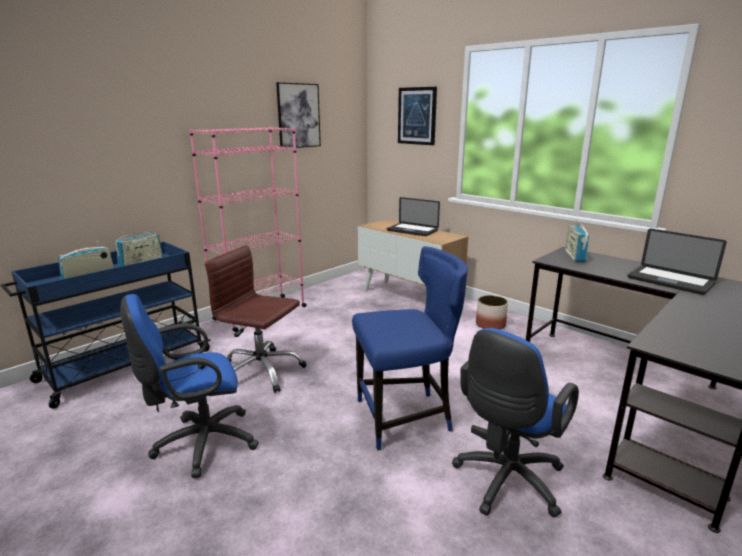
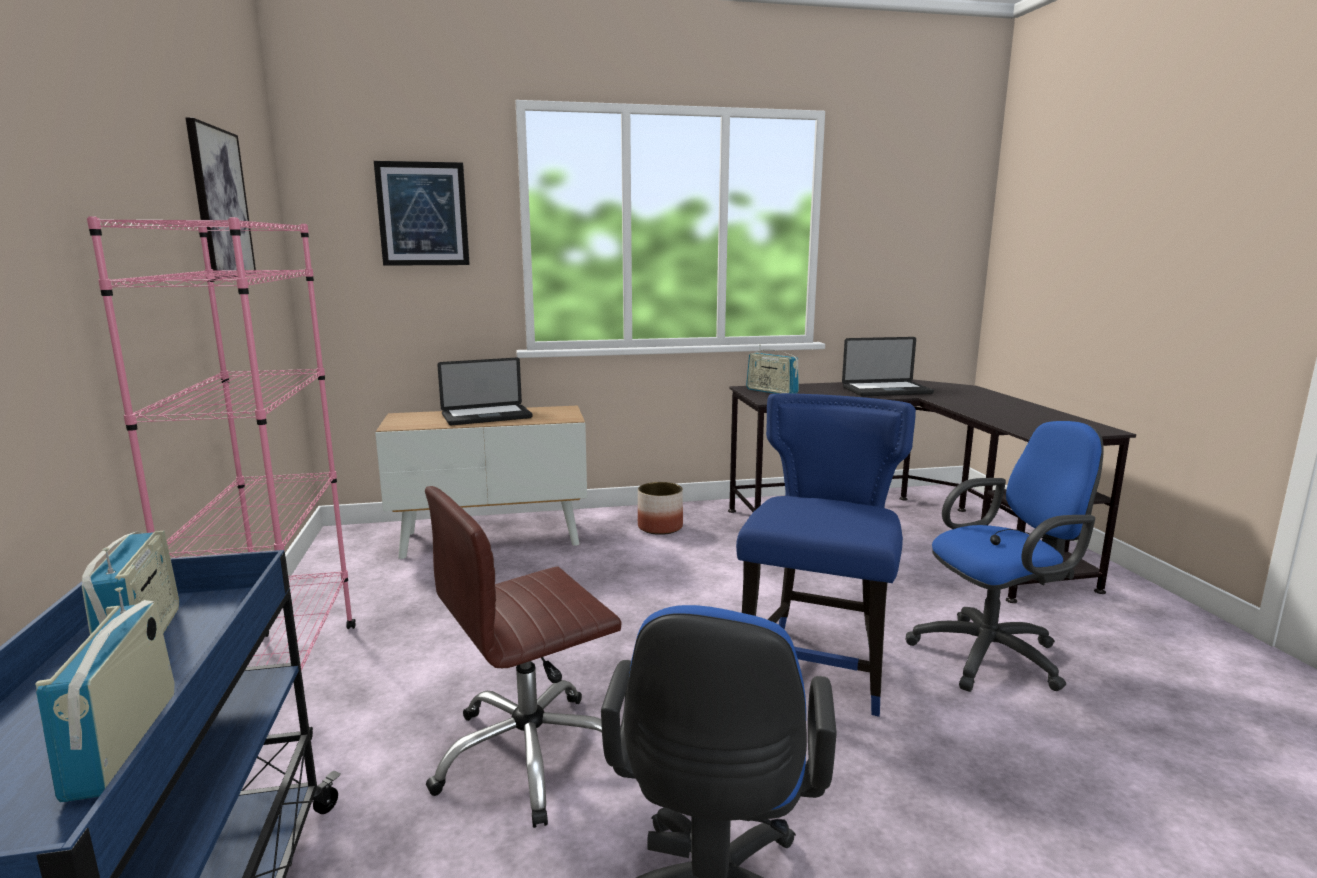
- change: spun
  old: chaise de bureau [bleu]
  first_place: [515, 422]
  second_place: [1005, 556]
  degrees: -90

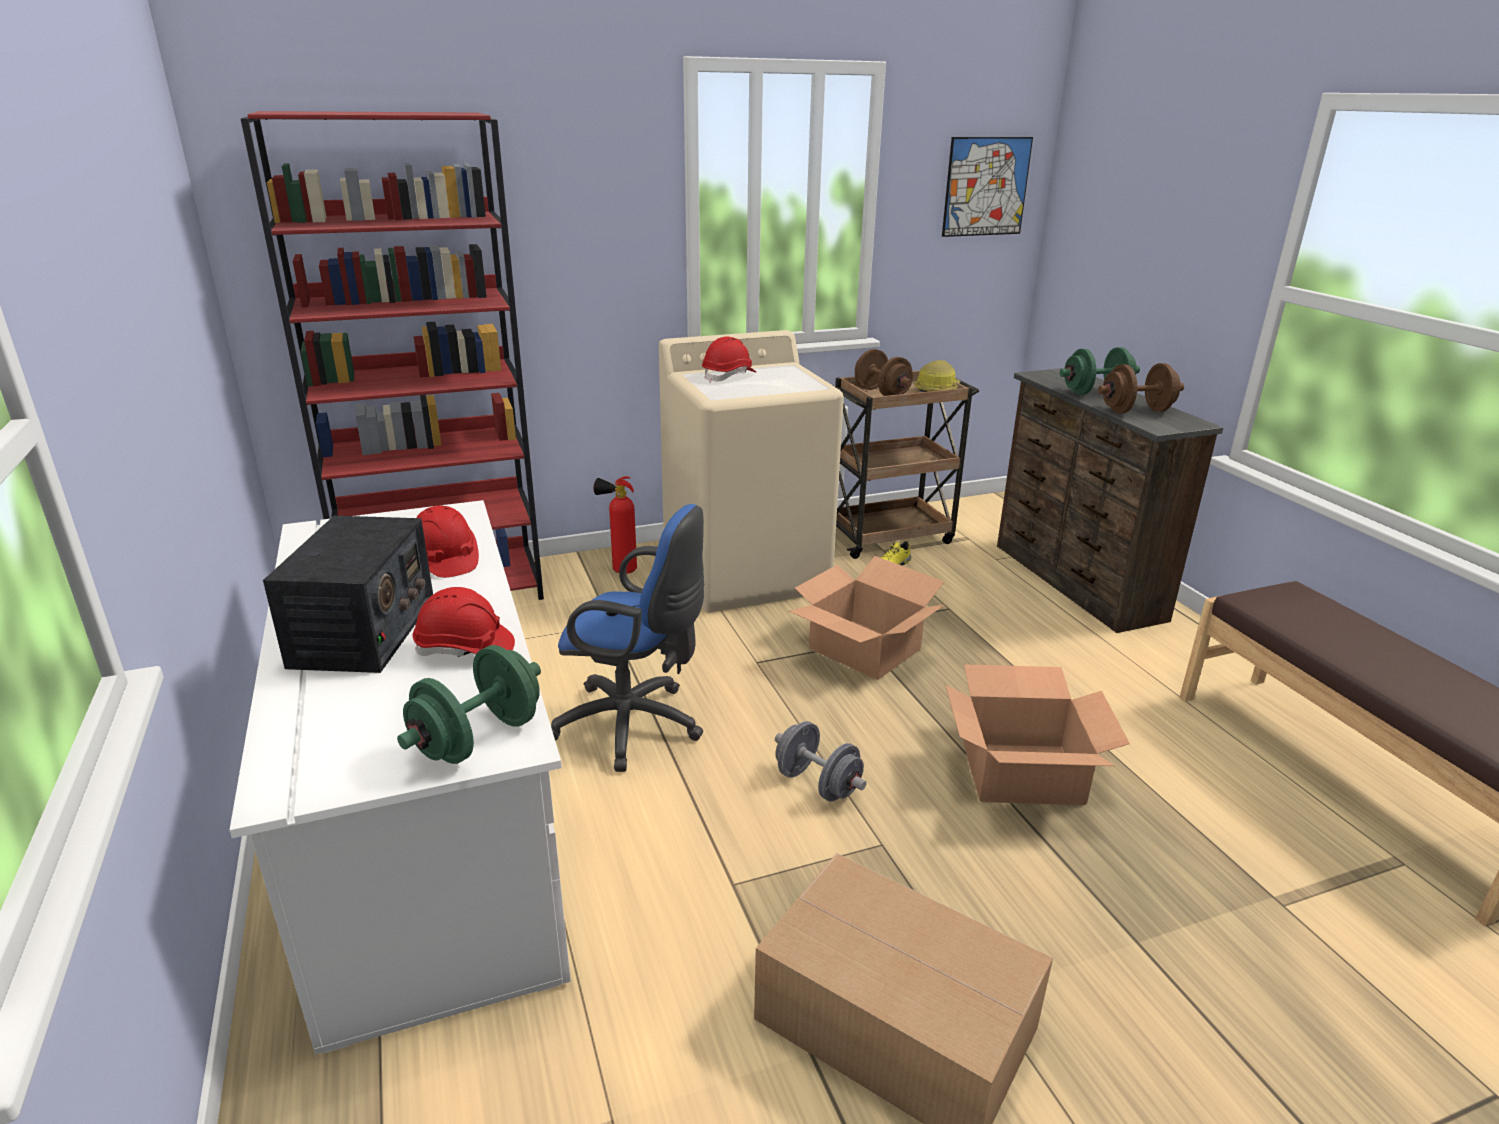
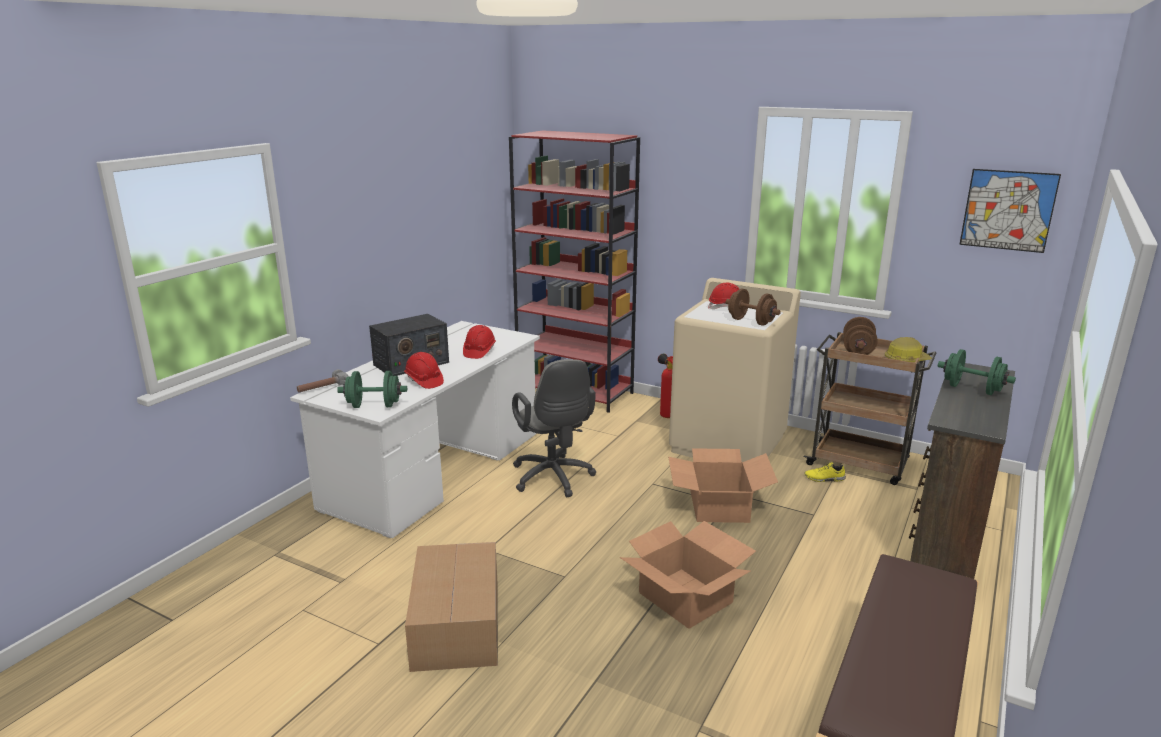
- change: missing
  old: haltère [gris]
  first_place: [821, 761]
- change: appeared
  new: marteau
  second_place: [323, 380]
- change: relocated
  old: haltère [marron]
  first_place: [1141, 388]
  second_place: [753, 307]
- change: colour
  old: chaise de bureau [bleu]
  new: chaise de bureau [gris]
  first_place: [628, 638]
  second_place: [554, 428]

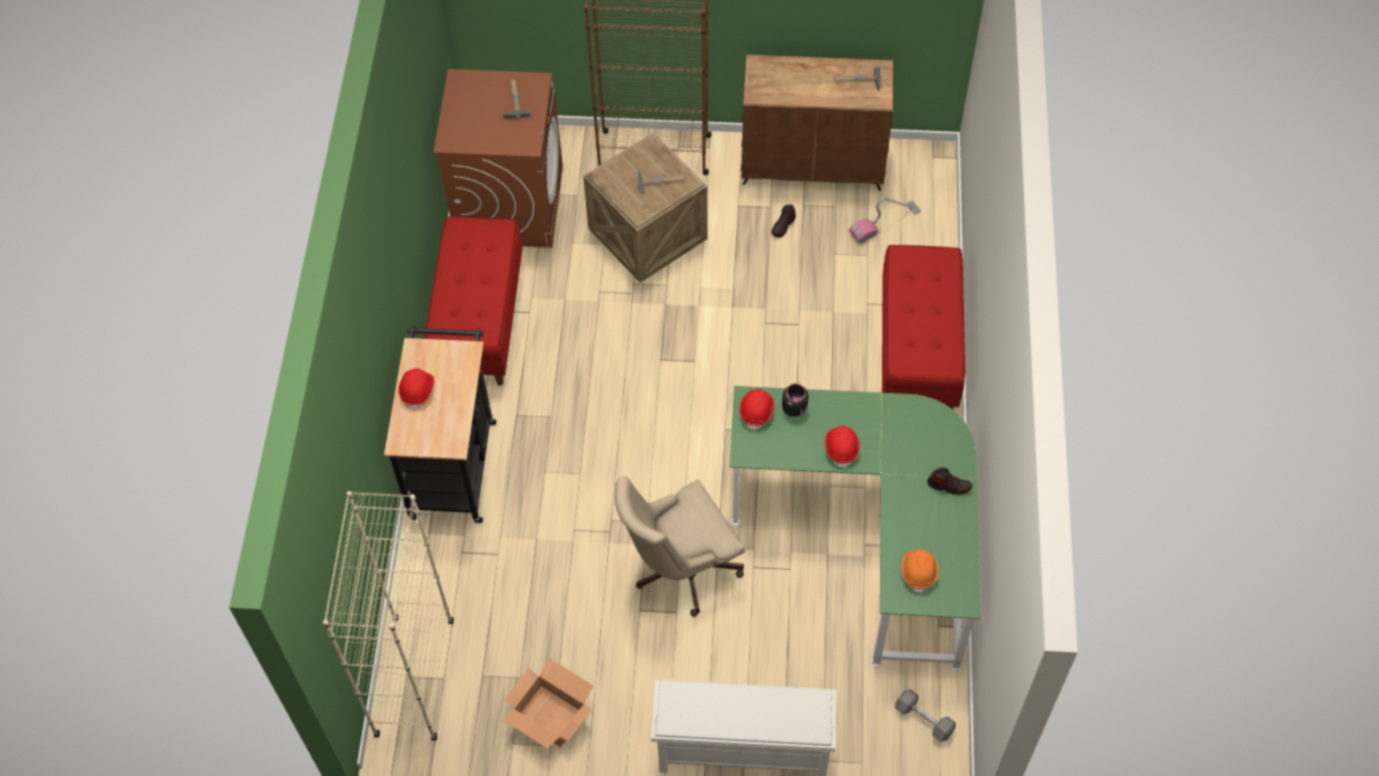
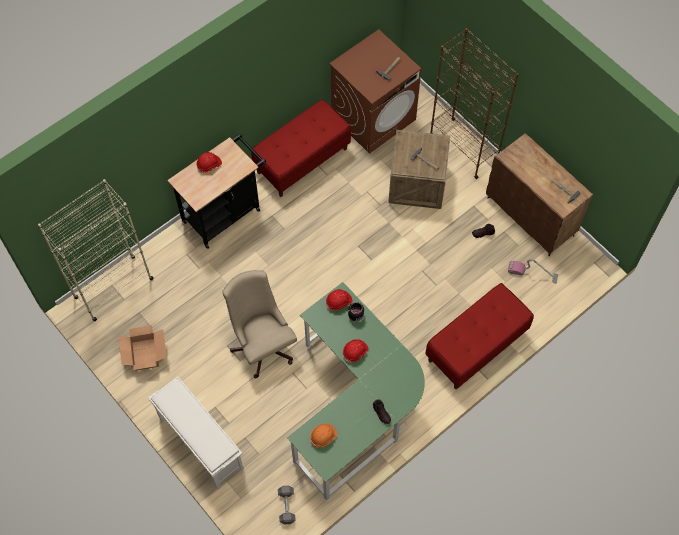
- change: spun
  old: chaise de bureau [beige]
  first_place: [680, 547]
  second_place: [259, 324]
  degrees: 45

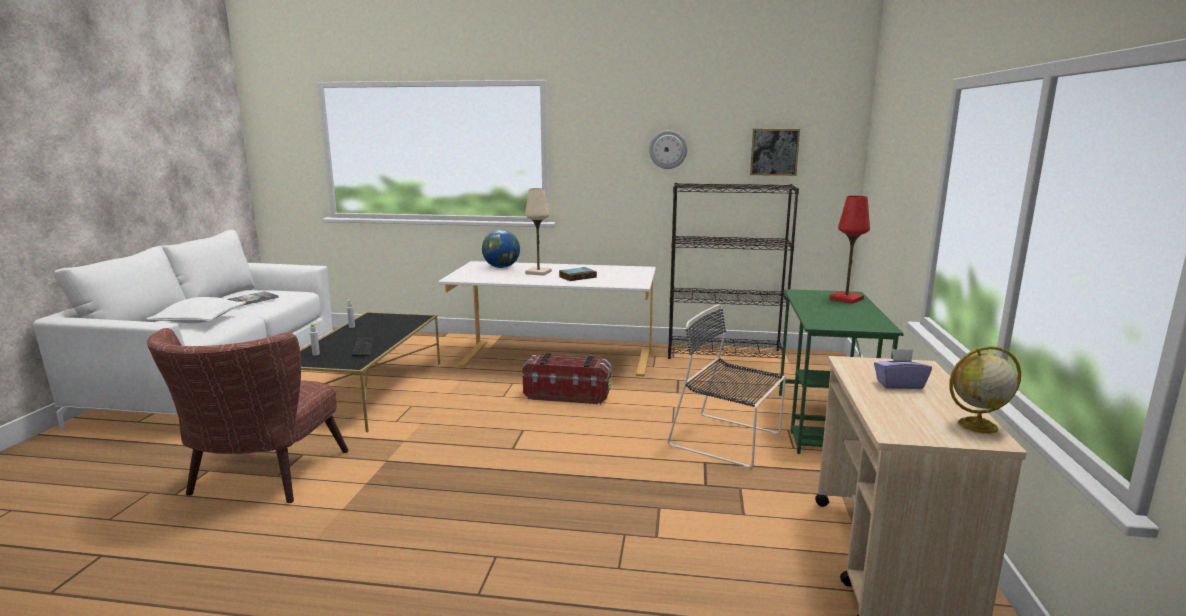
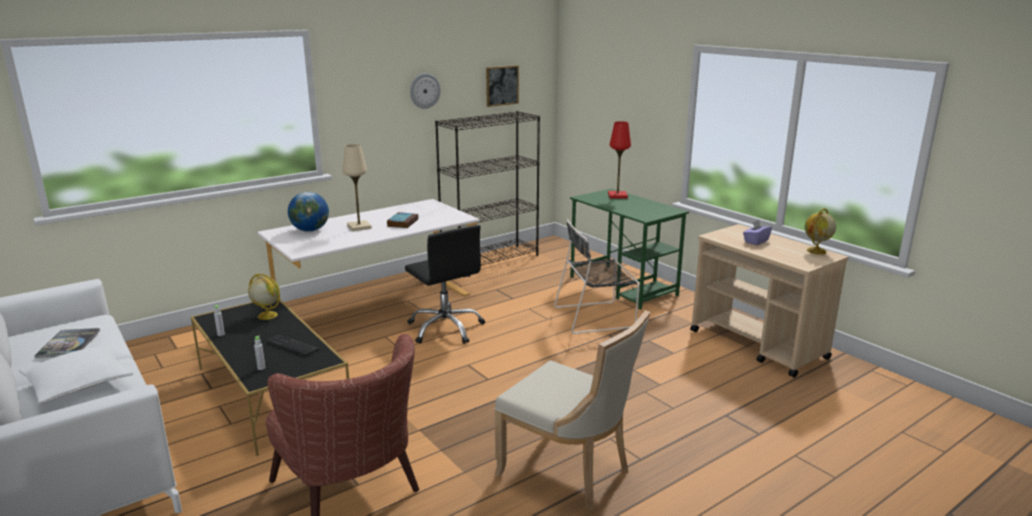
- change: appeared
  new: globe
  second_place: [264, 297]
- change: appeared
  new: chaise [beige]
  second_place: [572, 410]
- change: exchanged
  old: boîte de rangement
  new: chaise de bureau [noir]
  first_place: [567, 378]
  second_place: [445, 284]

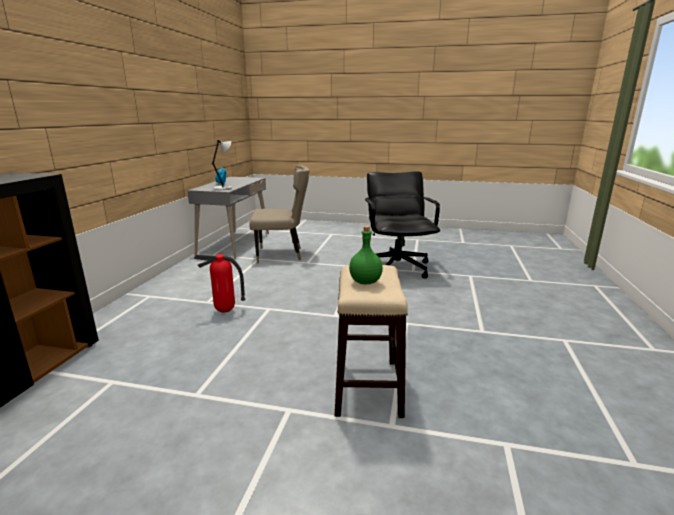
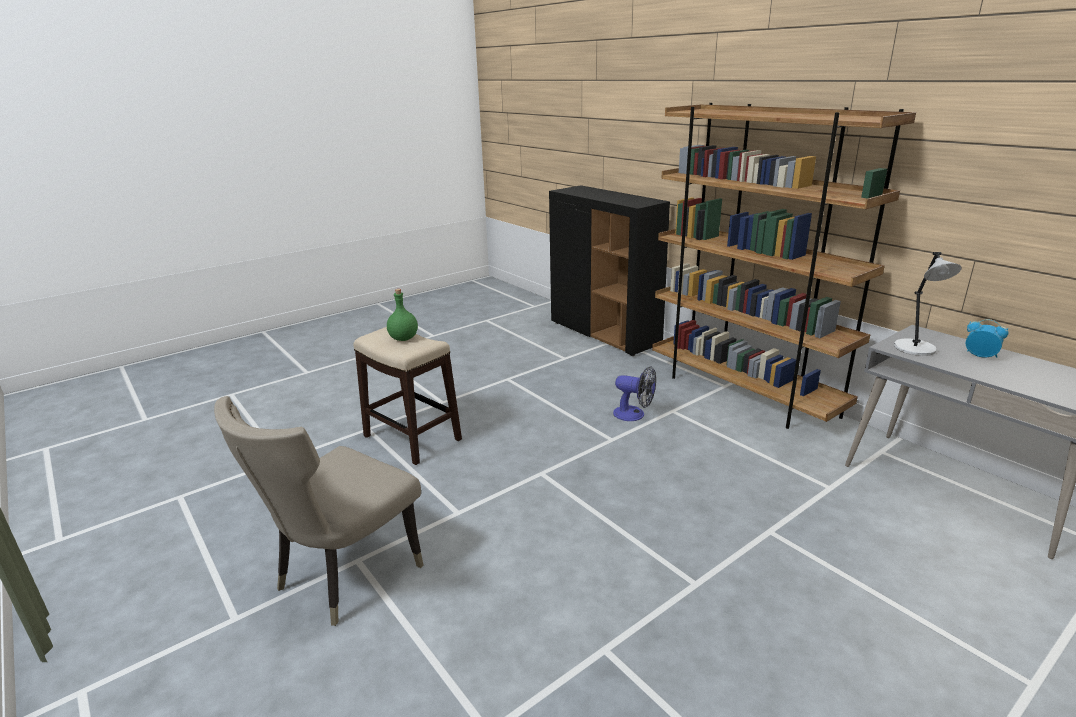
- change: missing
  old: chaise de bureau [noir]
  first_place: [402, 224]
- change: appeared
  new: bibliothèque [marron]
  second_place: [784, 266]
- change: relocated
  old: chaise [beige]
  first_place: [279, 213]
  second_place: [319, 511]
- change: exchanged
  old: extincteur
  new: ventilateur
  first_place: [220, 283]
  second_place: [634, 393]

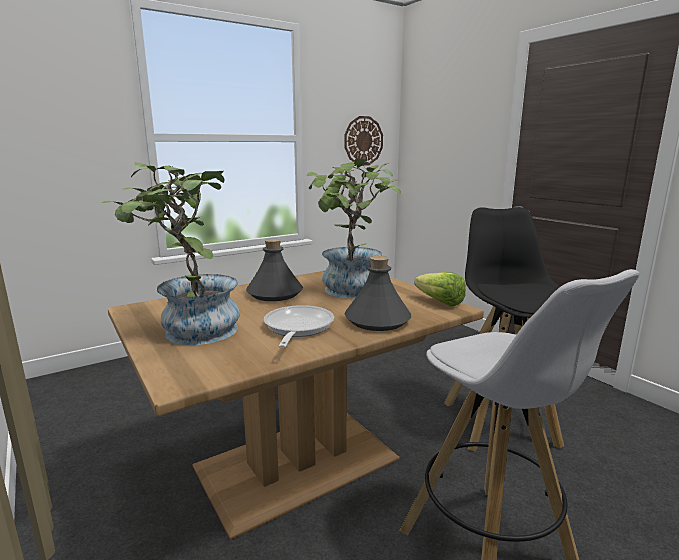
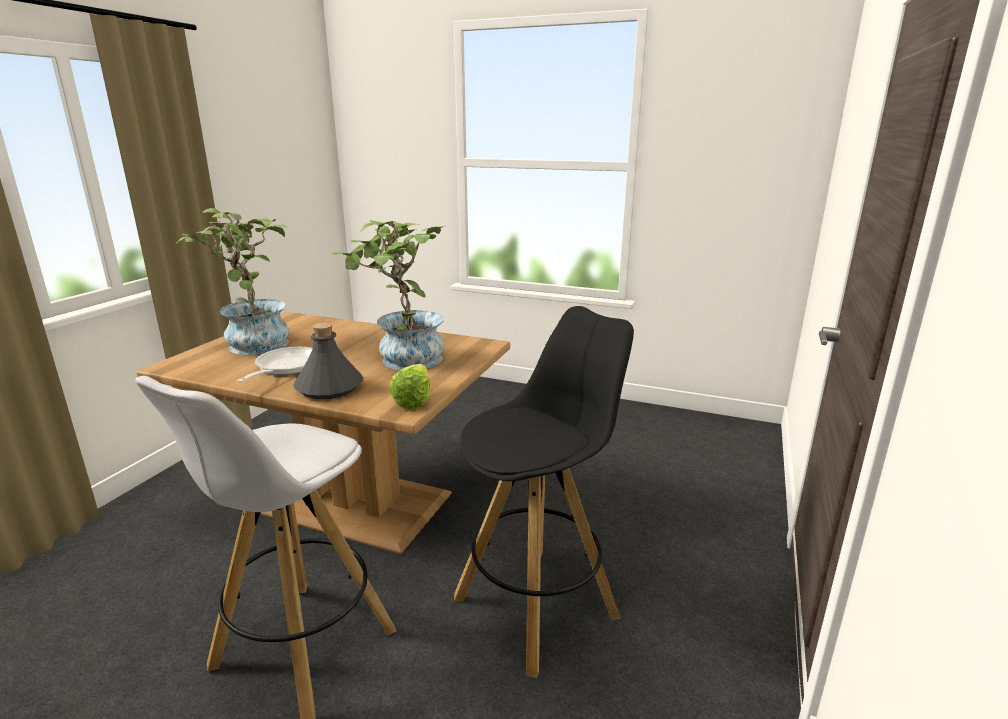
- change: missing
  old: bouteille [gris]
  first_place: [274, 270]
- change: missing
  old: horloge murale
  first_place: [363, 141]
- change: spun
  old: poêle
  first_place: [299, 326]
  second_place: [274, 364]
  degrees: -45

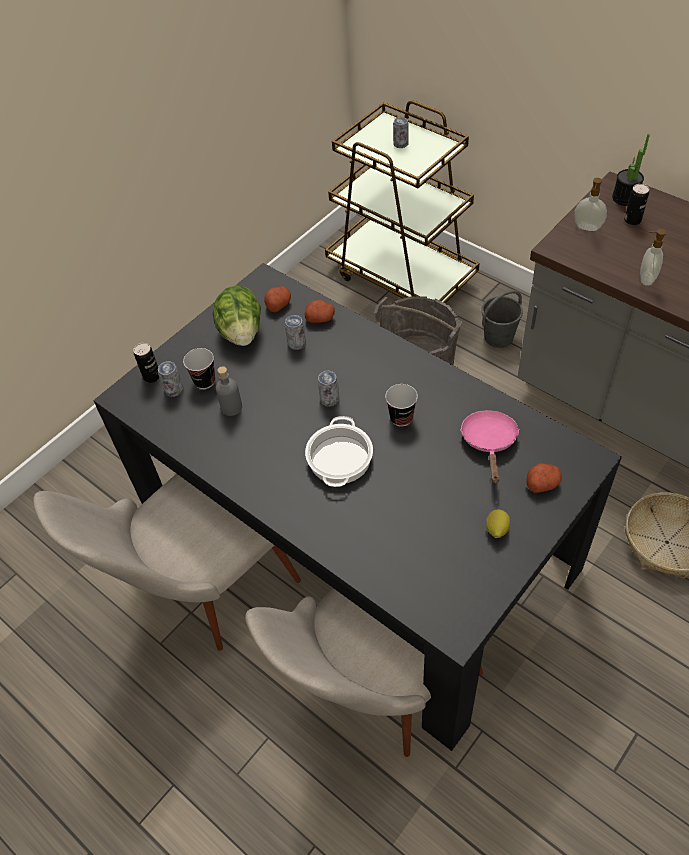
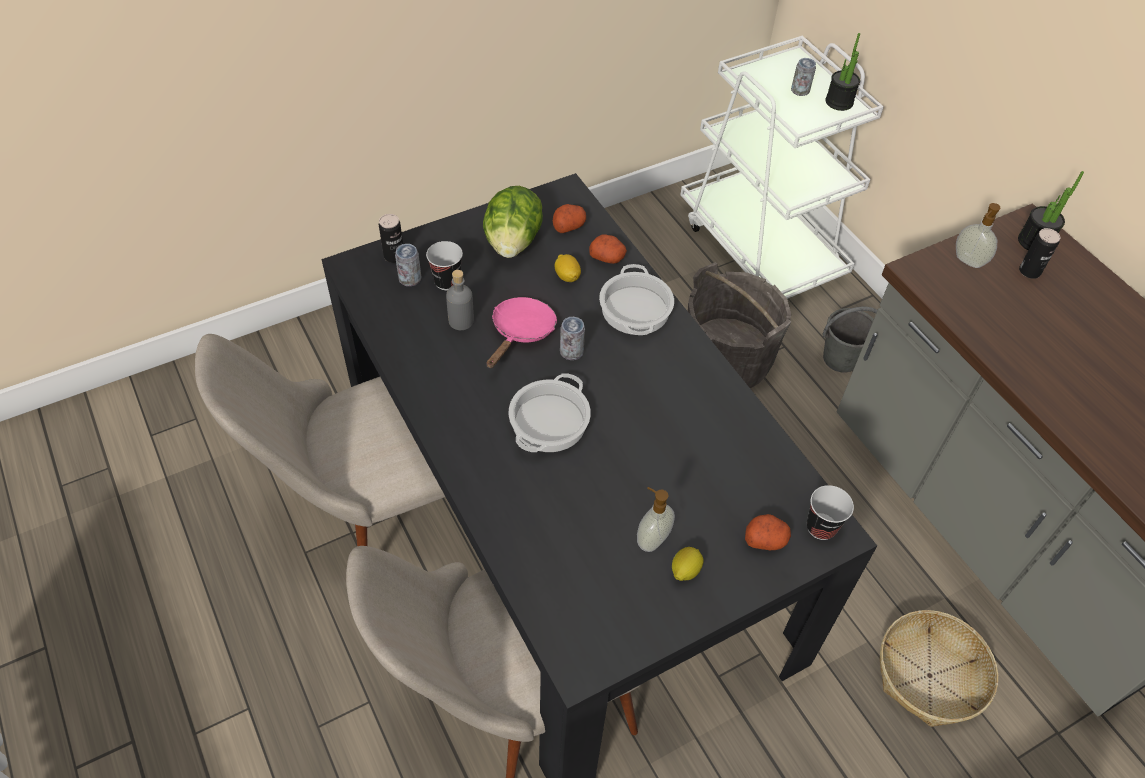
- change: appeared
  new: marmite
  second_place: [636, 299]
- change: appeared
  new: plante en pot
  second_place: [843, 72]
- change: relocated
  old: tasse
  first_place: [401, 405]
  second_place: [830, 512]
- change: relocated
  old: poêle [rose]
  first_place: [490, 446]
  second_place: [521, 332]
- change: relocated
  old: distributeur de savon
  first_place: [653, 257]
  second_place: [656, 519]
- change: exchanged
  old: boîte métallique
  new: citron
  first_place: [295, 332]
  second_place: [568, 268]
- change: colour
  old: chariot [marron]
  new: chariot [blanc]
  first_place: [402, 201]
  second_place: [782, 167]

